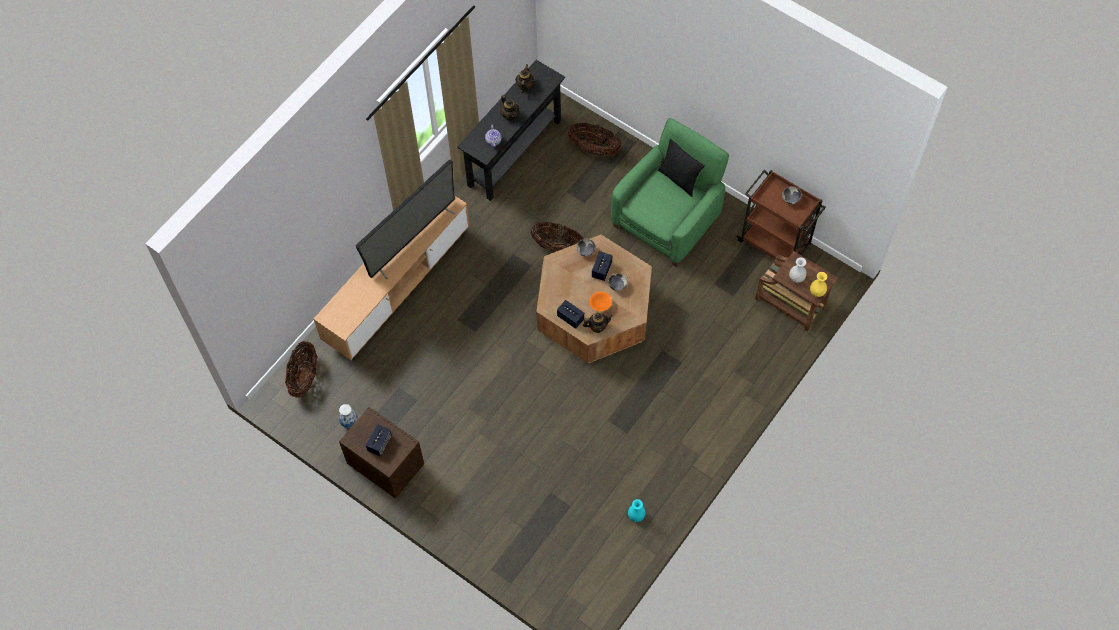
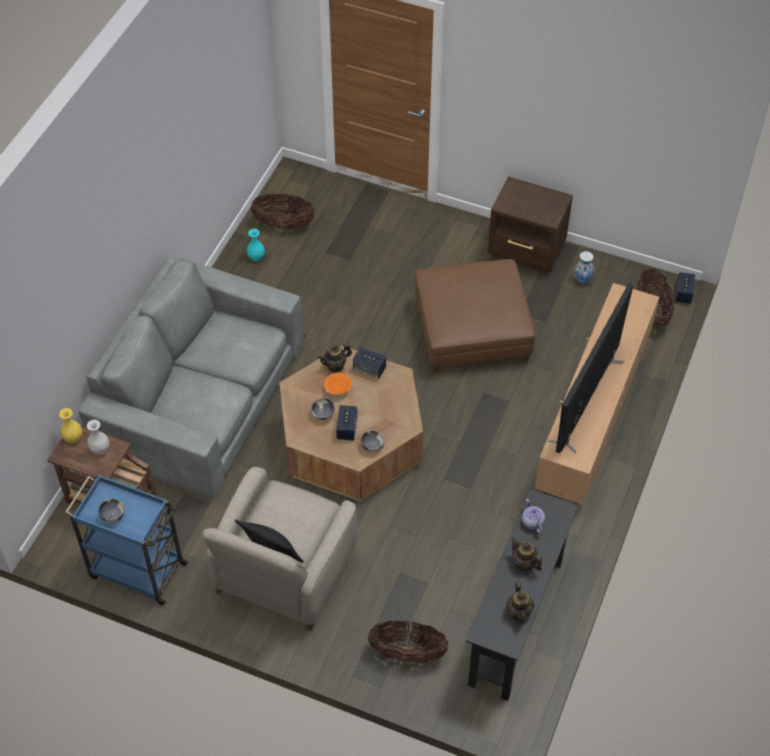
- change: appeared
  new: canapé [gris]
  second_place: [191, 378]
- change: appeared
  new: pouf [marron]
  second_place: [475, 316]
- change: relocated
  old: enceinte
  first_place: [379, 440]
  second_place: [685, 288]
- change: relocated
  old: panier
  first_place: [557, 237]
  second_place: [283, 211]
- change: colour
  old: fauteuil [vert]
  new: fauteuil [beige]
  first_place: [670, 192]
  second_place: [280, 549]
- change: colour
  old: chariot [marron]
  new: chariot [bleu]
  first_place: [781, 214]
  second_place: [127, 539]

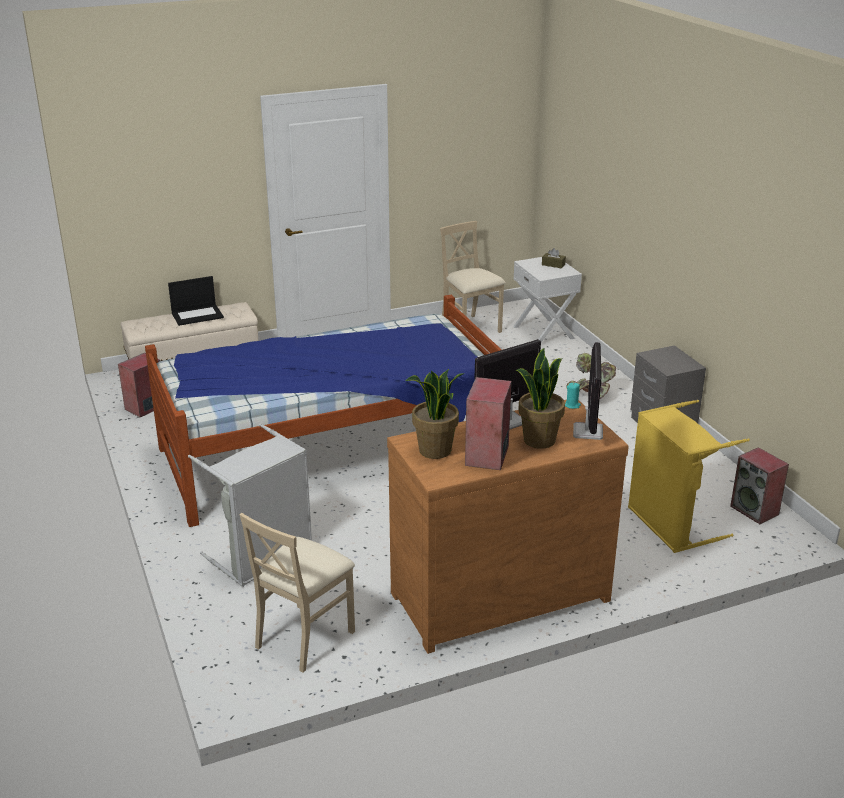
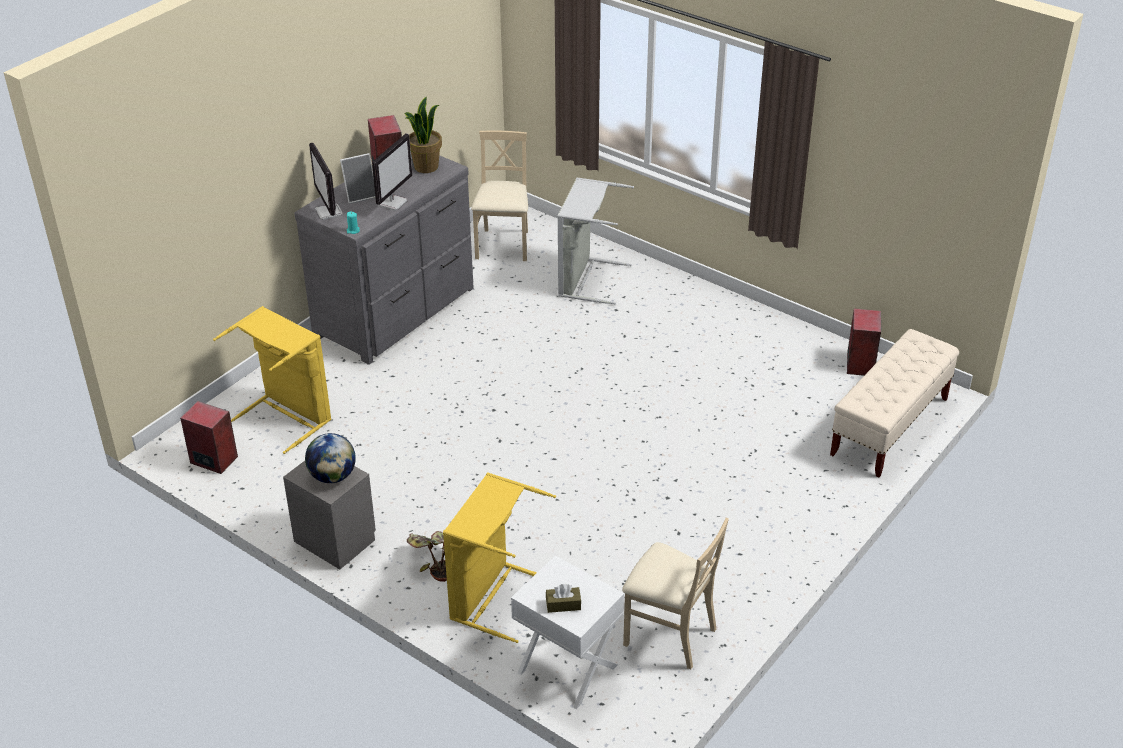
- change: missing
  old: lit
  first_place: [324, 410]
- change: missing
  old: ordinateur portable
  first_place: [196, 301]
- change: appeared
  new: globe
  second_place: [330, 458]
- change: appeared
  new: panier à linge [jaune]
  second_place: [499, 557]
- change: exchanged
  old: plante en pot
  new: cadre photo
  first_place: [540, 398]
  second_place: [357, 178]
- change: colour
  old: commode [marron]
  new: commode [gris]
  first_place: [508, 527]
  second_place: [384, 258]

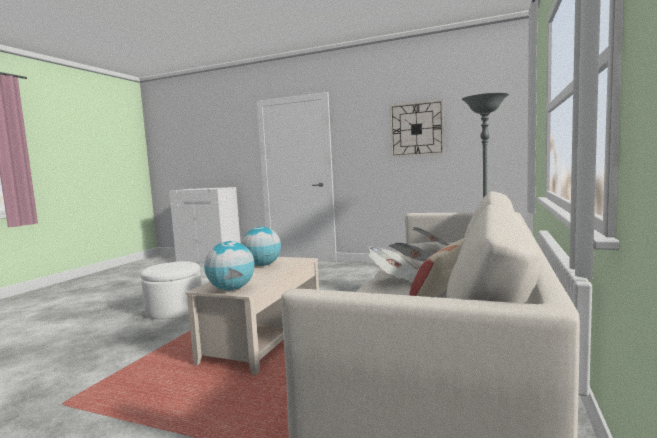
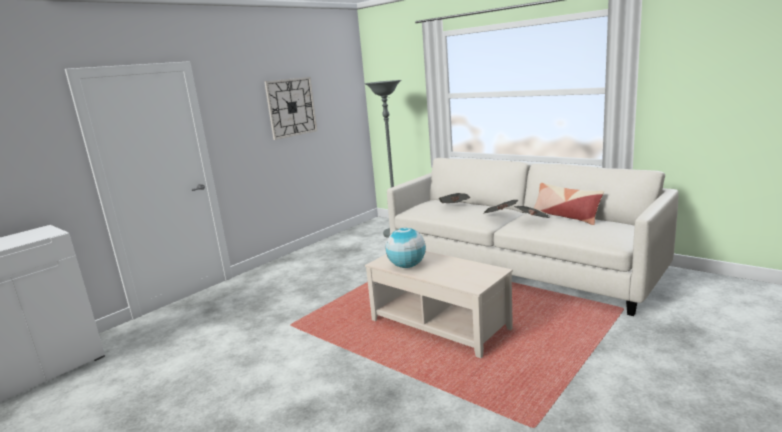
- change: missing
  old: pouf [blanc]
  first_place: [171, 290]
- change: missing
  old: globe
  first_place: [229, 265]

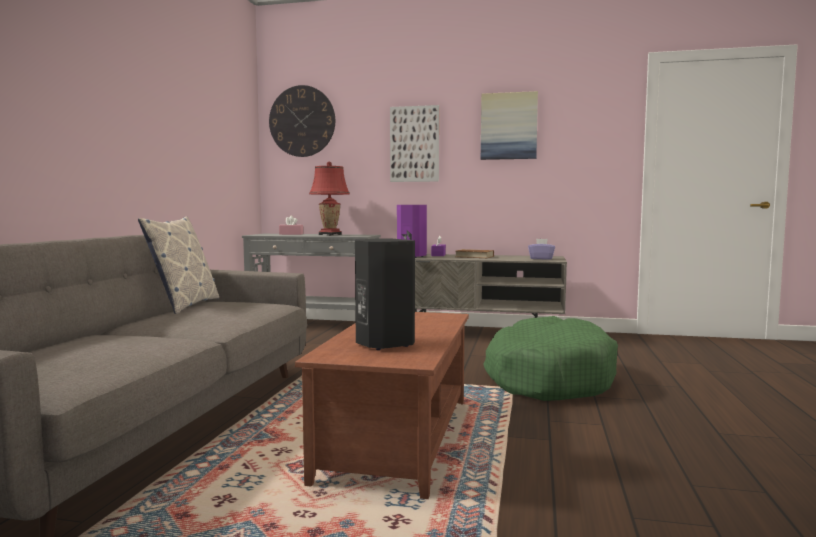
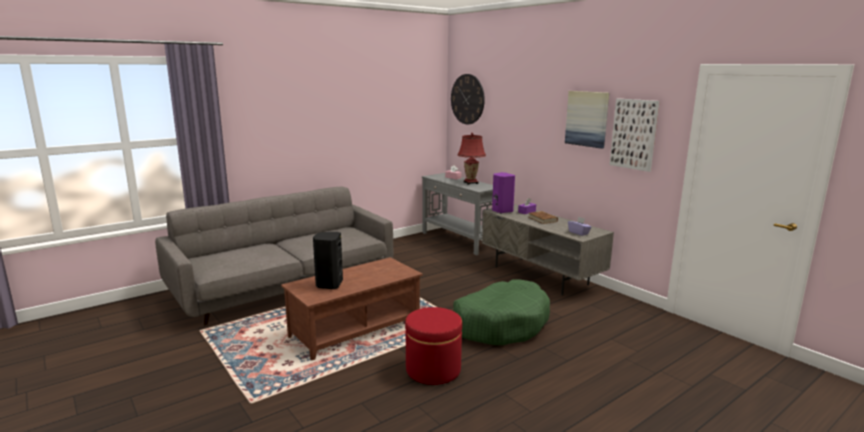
- change: missing
  old: coussin
  first_place: [178, 265]
- change: appeared
  new: pouf [rouge]
  second_place: [433, 346]
- change: relocated
  old: tableau
  first_place: [414, 143]
  second_place: [634, 135]

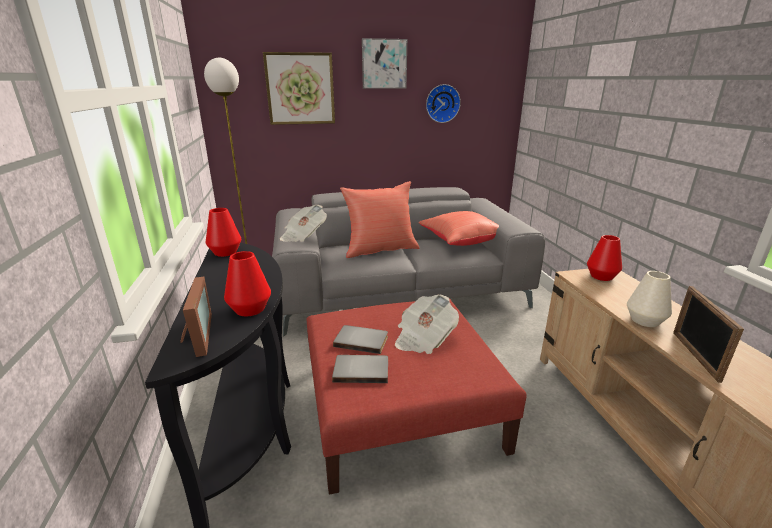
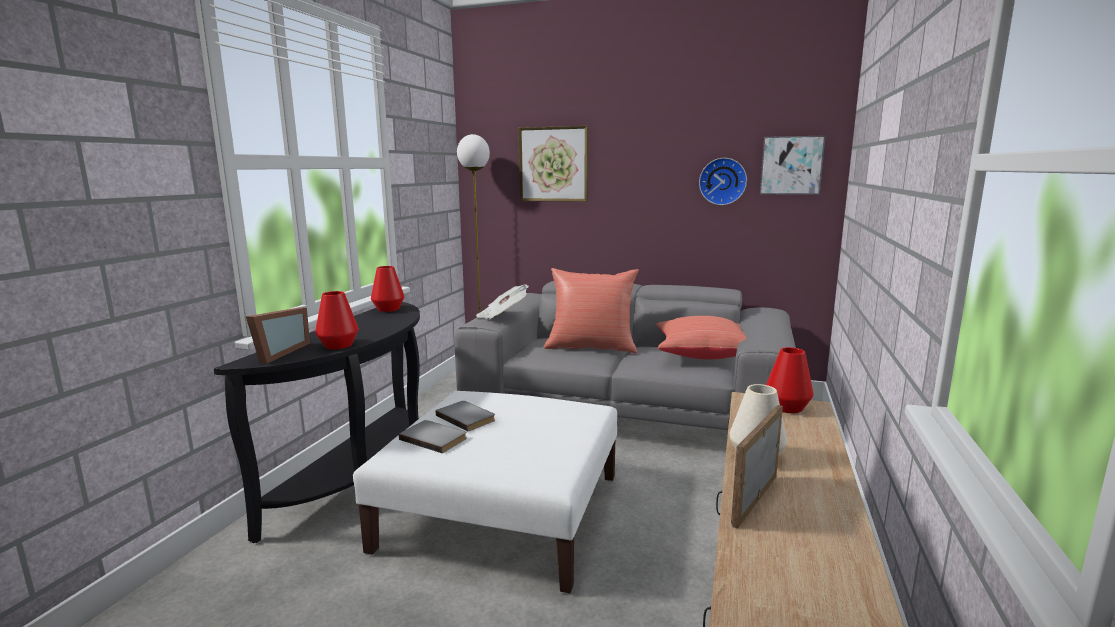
- change: missing
  old: journal
  first_place: [427, 324]
- change: relocated
  old: tableau
  first_place: [384, 63]
  second_place: [793, 165]
- change: colour
  old: pouf [rouge]
  new: pouf [blanc]
  first_place: [417, 397]
  second_place: [485, 492]

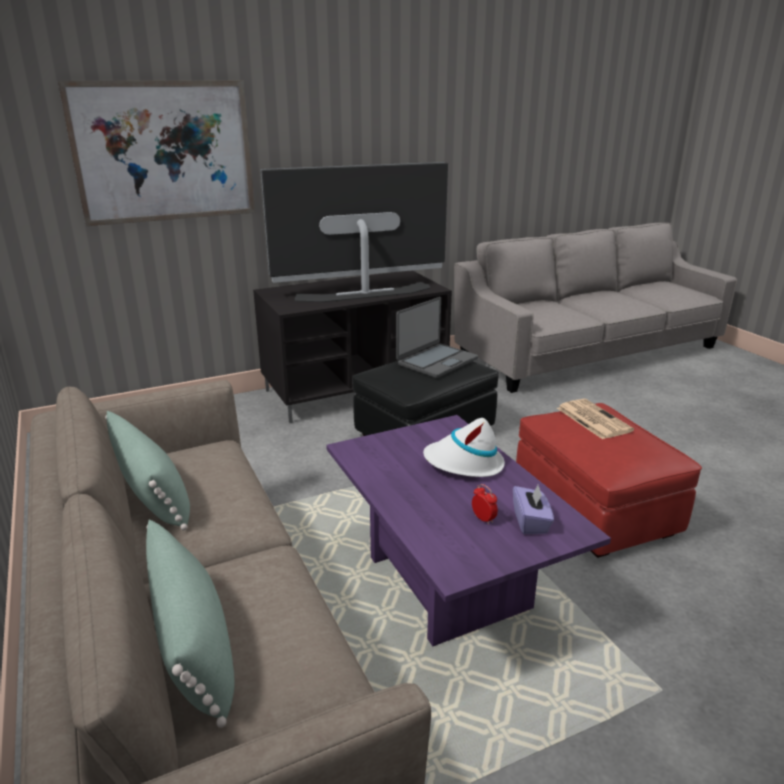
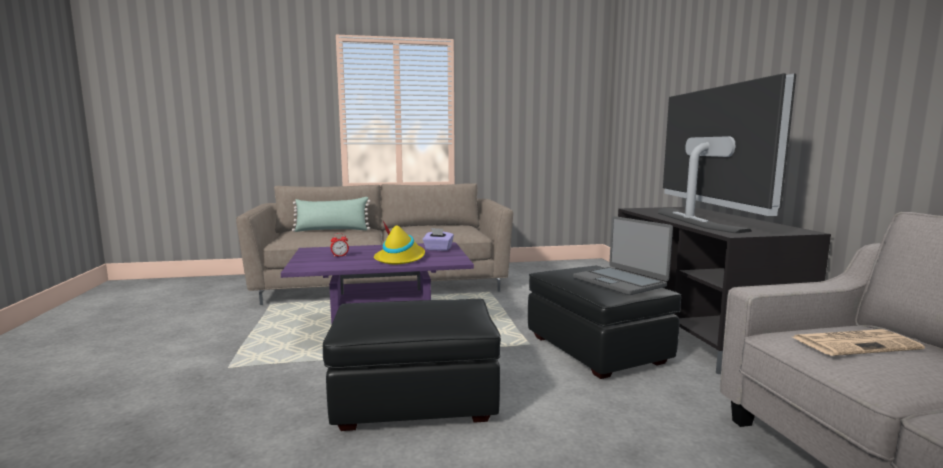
- change: missing
  old: tableau
  first_place: [156, 153]
- change: missing
  old: coussin [vert]
  first_place: [147, 471]
- change: relocated
  old: boîte à mouchoirs [violet]
  first_place: [533, 509]
  second_place: [438, 239]
- change: relocated
  old: journal
  first_place: [595, 419]
  second_place: [859, 342]
- change: colour
  old: chapeau [blanc]
  new: chapeau [jaune]
  first_place: [464, 447]
  second_place: [399, 242]
- change: colour
  old: pouf [rouge]
  new: pouf [noir]
  first_place: [609, 480]
  second_place: [412, 365]

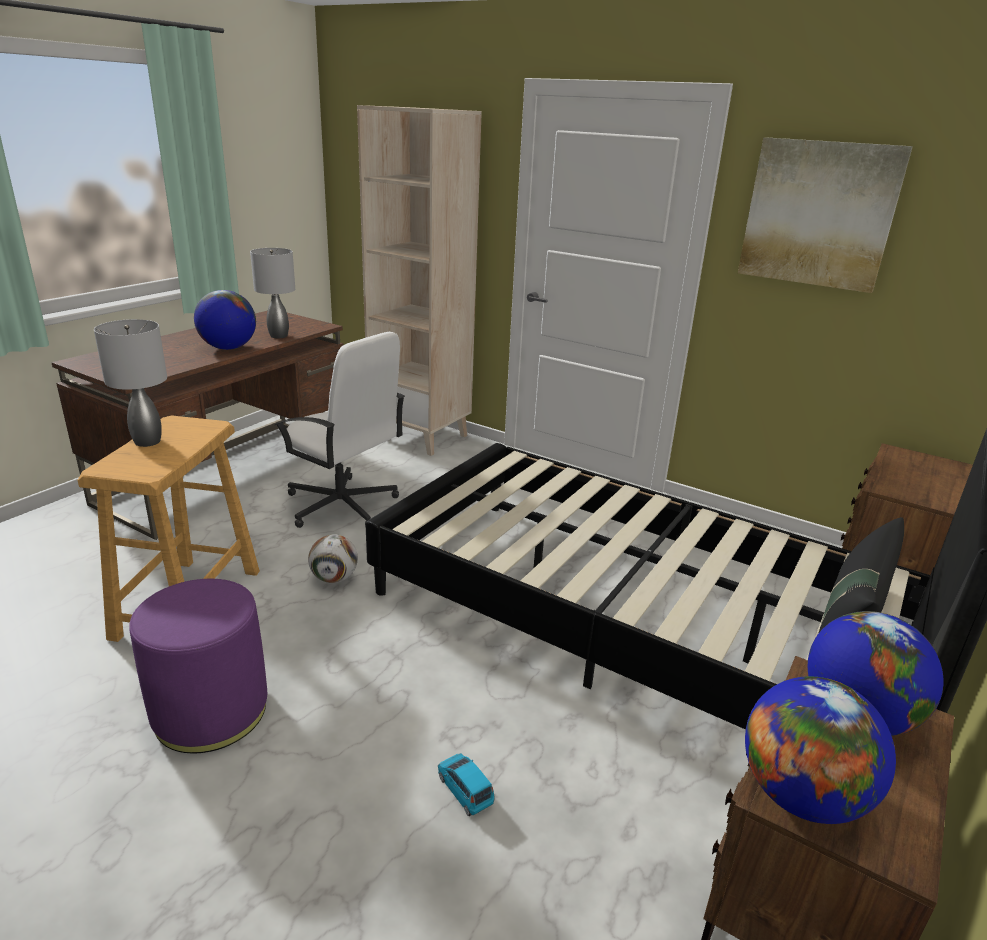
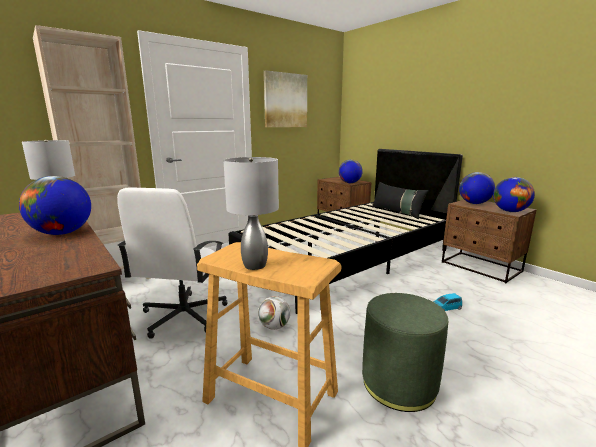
- change: appeared
  new: globe
  second_place: [351, 171]
- change: colour
  old: pouf [violet]
  new: pouf [vert]
  first_place: [198, 666]
  second_place: [405, 352]
- change: spun
  old: chaise de bureau [blanc]
  first_place: [340, 430]
  second_place: [172, 263]
  degrees: 135

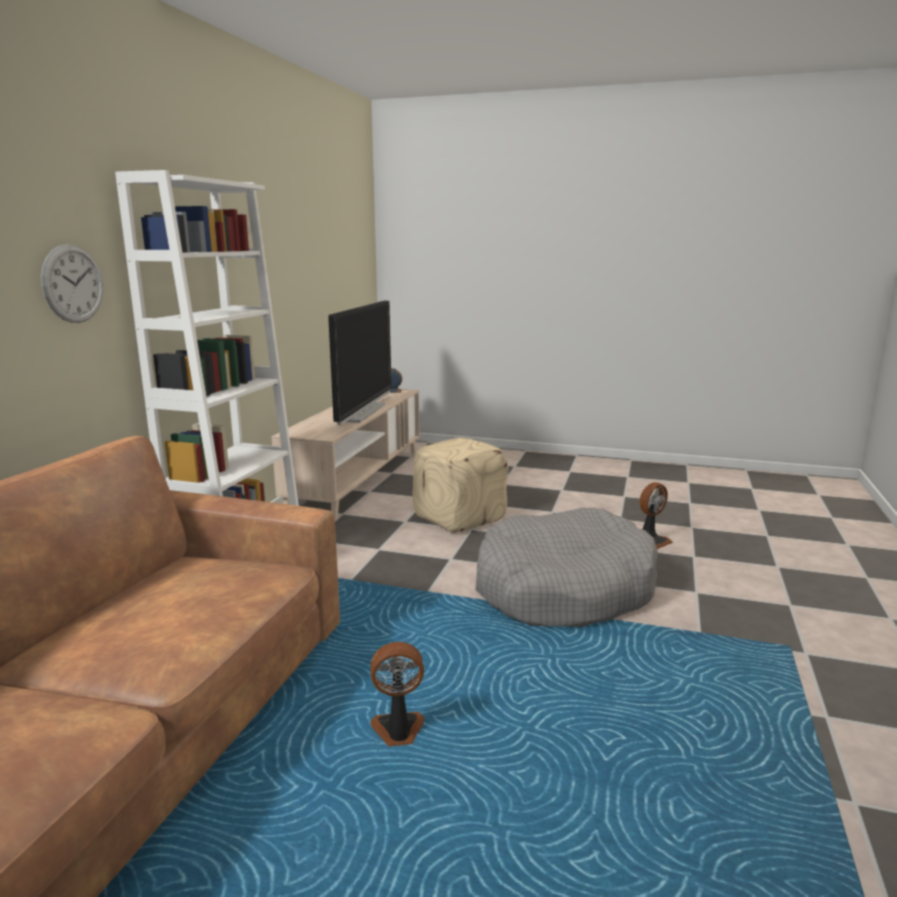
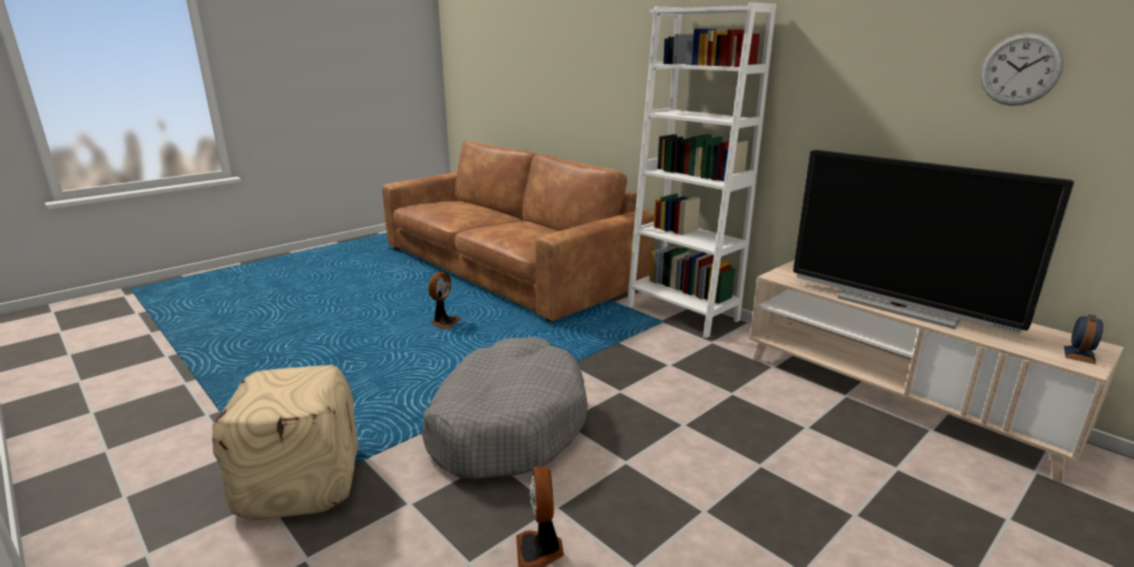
- change: relocated
  old: horloge murale
  first_place: [72, 283]
  second_place: [1022, 69]
- change: relocated
  old: pouf [beige]
  first_place: [461, 485]
  second_place: [285, 442]

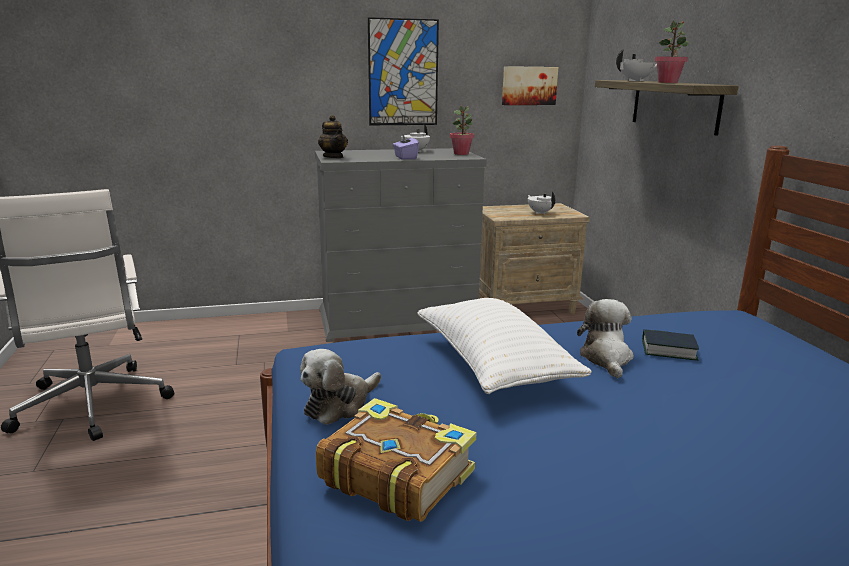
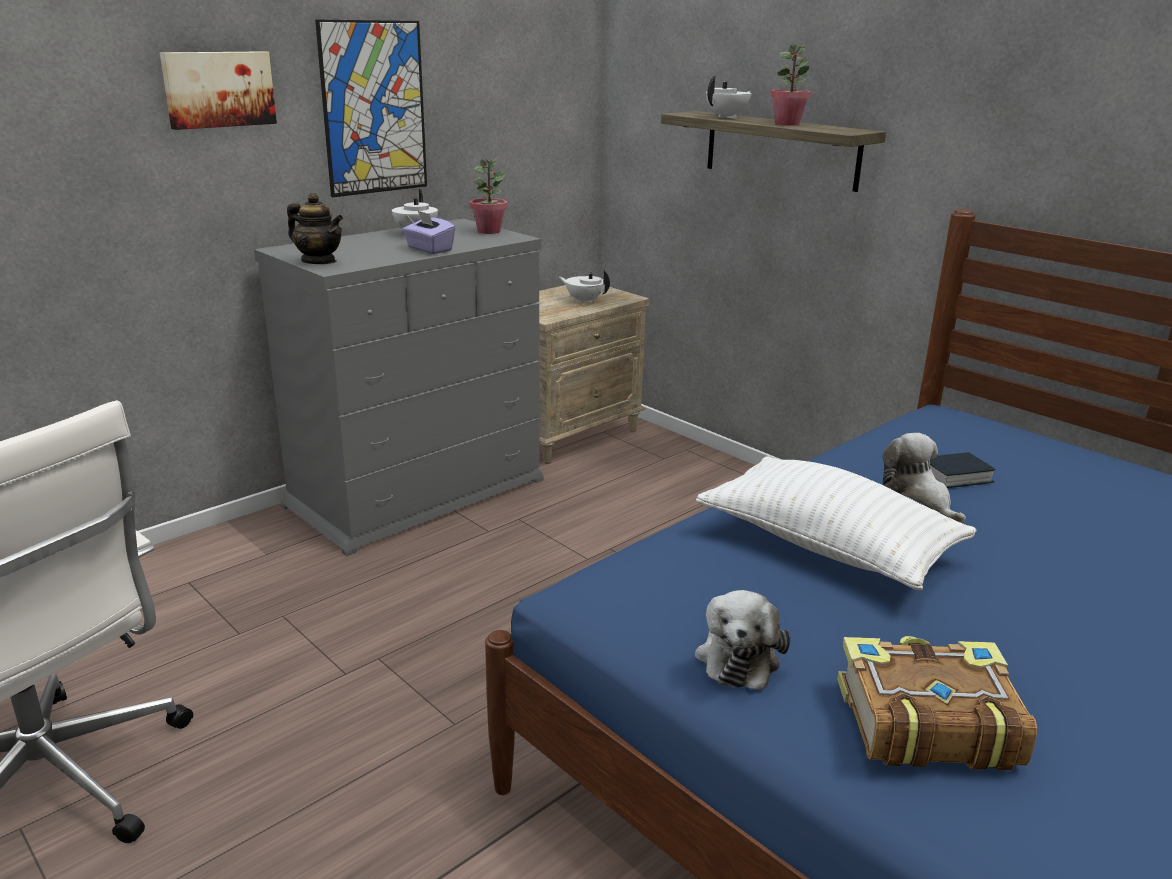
- change: relocated
  old: tableau
  first_place: [530, 85]
  second_place: [218, 90]

